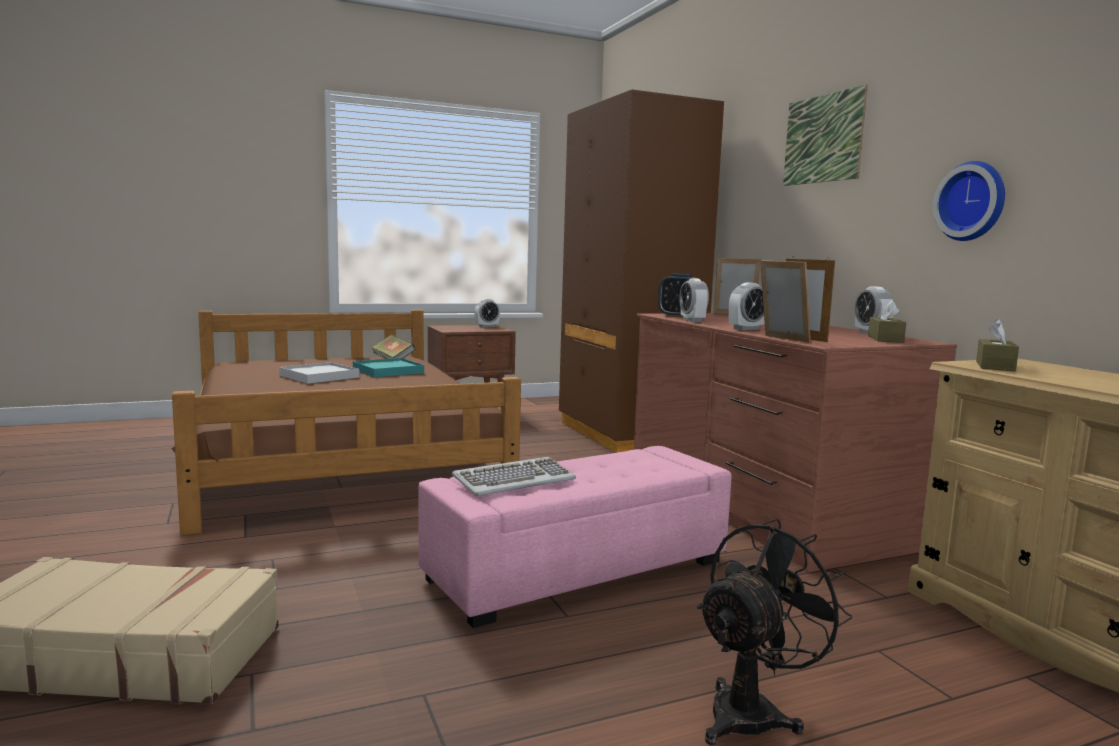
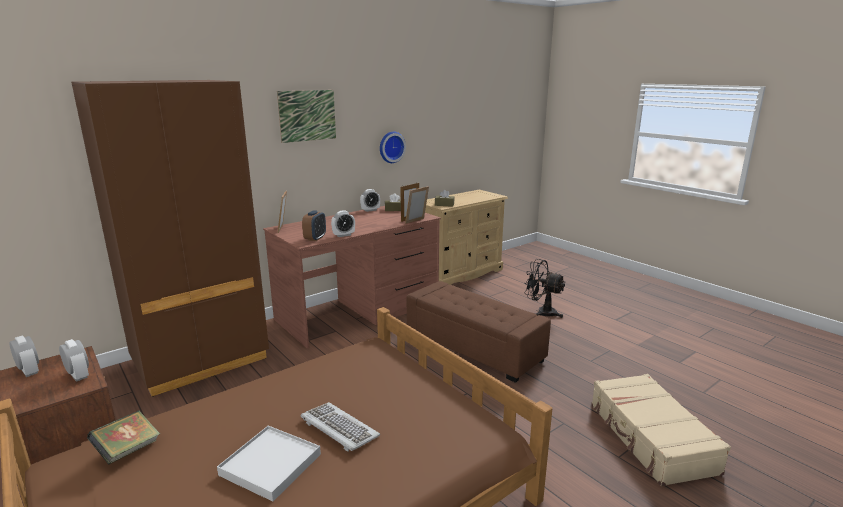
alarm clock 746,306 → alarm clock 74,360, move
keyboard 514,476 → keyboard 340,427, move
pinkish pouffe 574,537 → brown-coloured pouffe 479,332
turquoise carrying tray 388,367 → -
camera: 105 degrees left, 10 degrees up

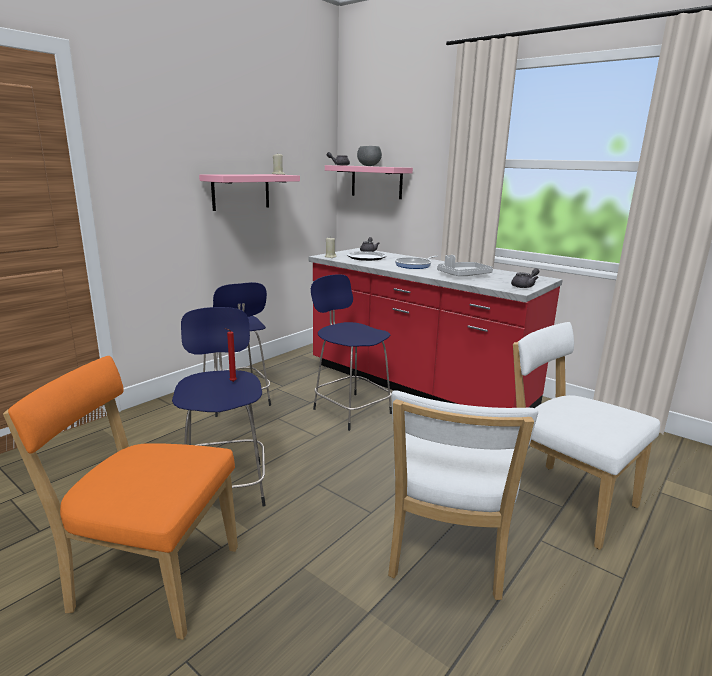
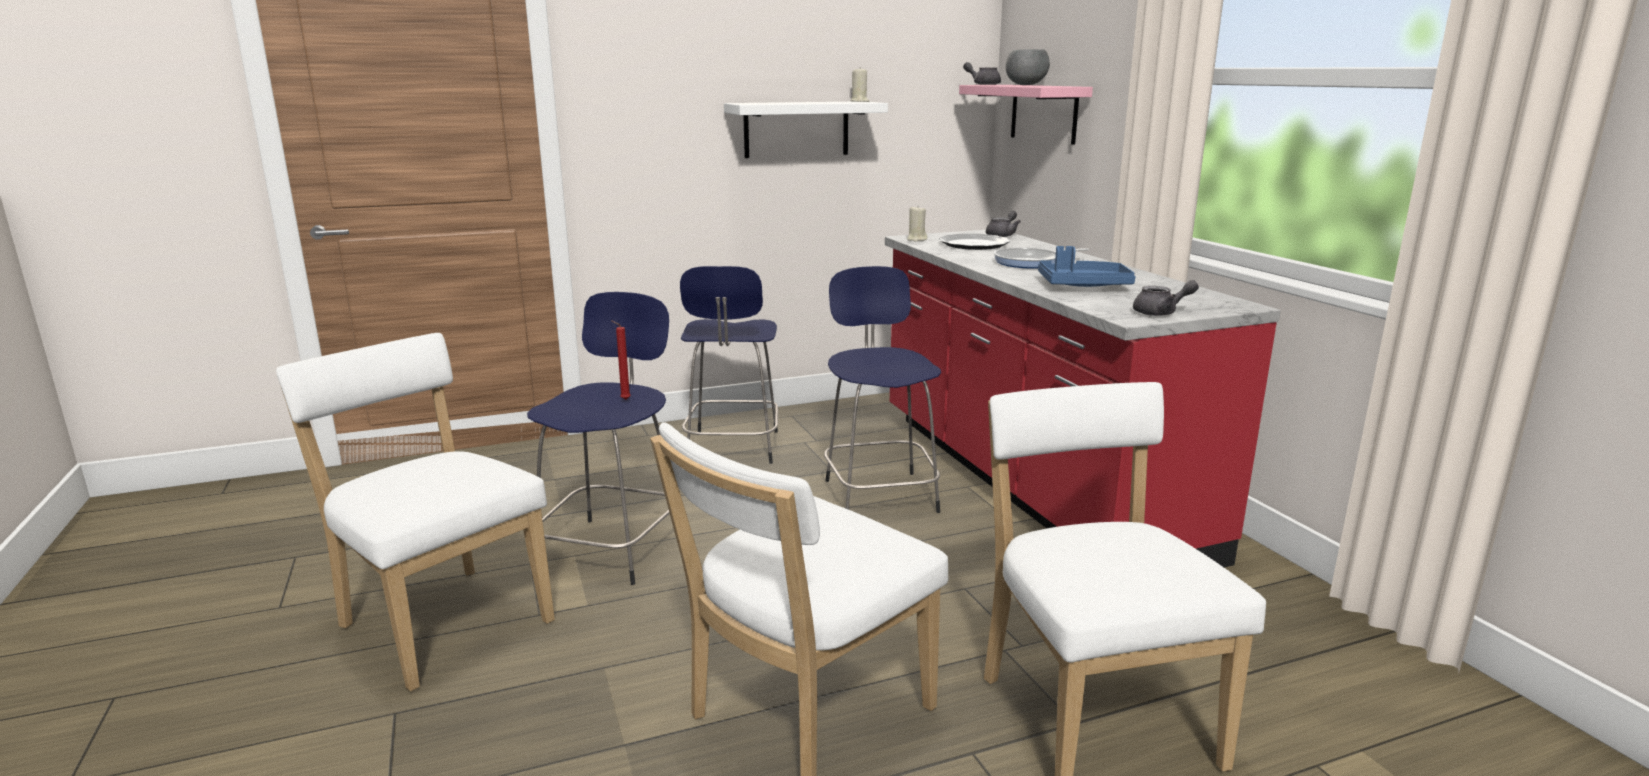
orangey plain chair 120,498 → white plain chair 415,512
pinkish wall shelf 249,192 → white wall shelf 806,130
greyish carrying tray 465,265 → blue carrying tray 1087,266
camera: 30 degrees right, 0 degrees up

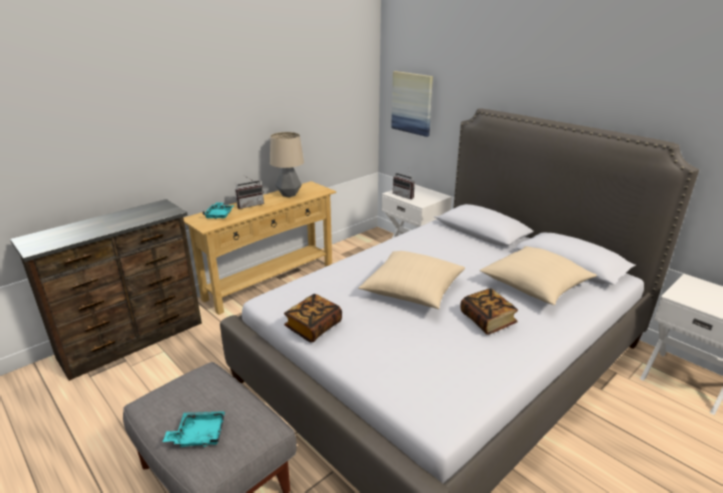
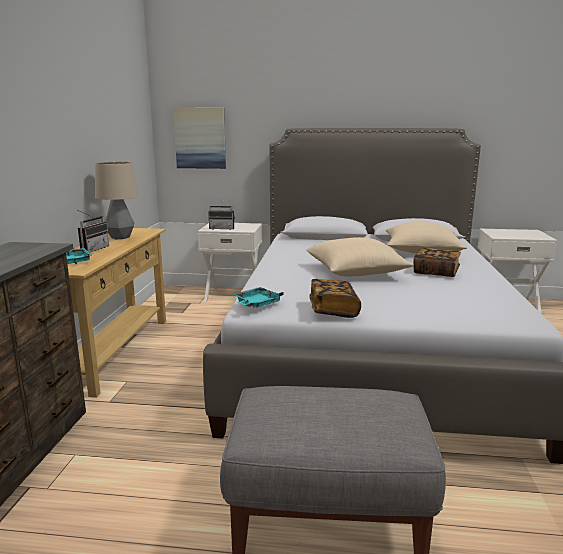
turquoise carrying tray 194,429 → turquoise carrying tray 258,297, move
camera: 40 degrees left, 10 degrees down

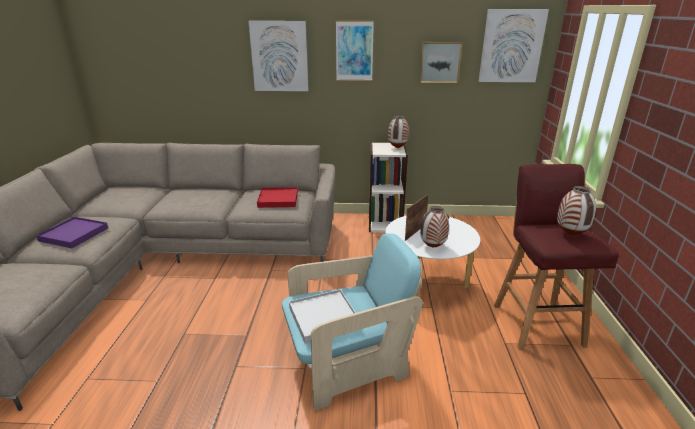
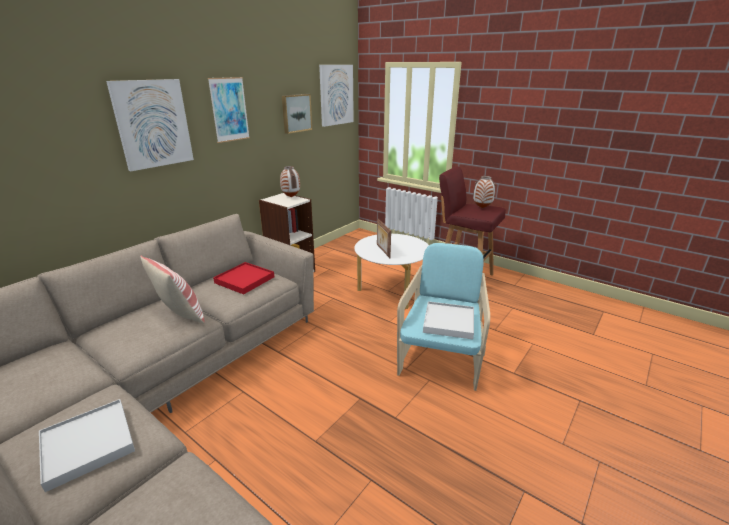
purplish carrying tray 72,232 → white carrying tray 87,445
- → pillow 172,290
vase 434,226 → -
camera: 55 degrees left, 0 degrees up

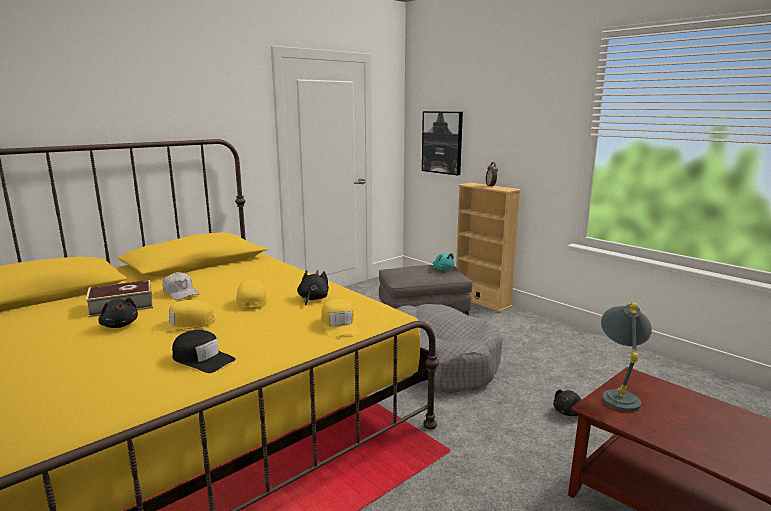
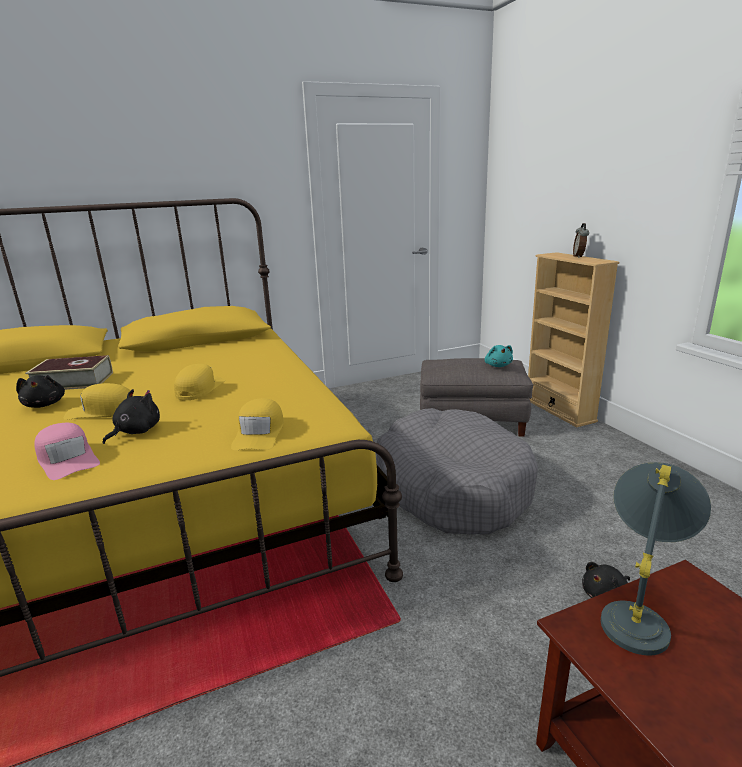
black-coloured cap 204,351 → pinkish cap 67,451
black-coloured cuddly toy 313,288 → black-coloured cuddly toy 131,416, move
white cap 181,286 → -
wall art 442,143 → -
camera: 20 degrees right, 5 degrees up

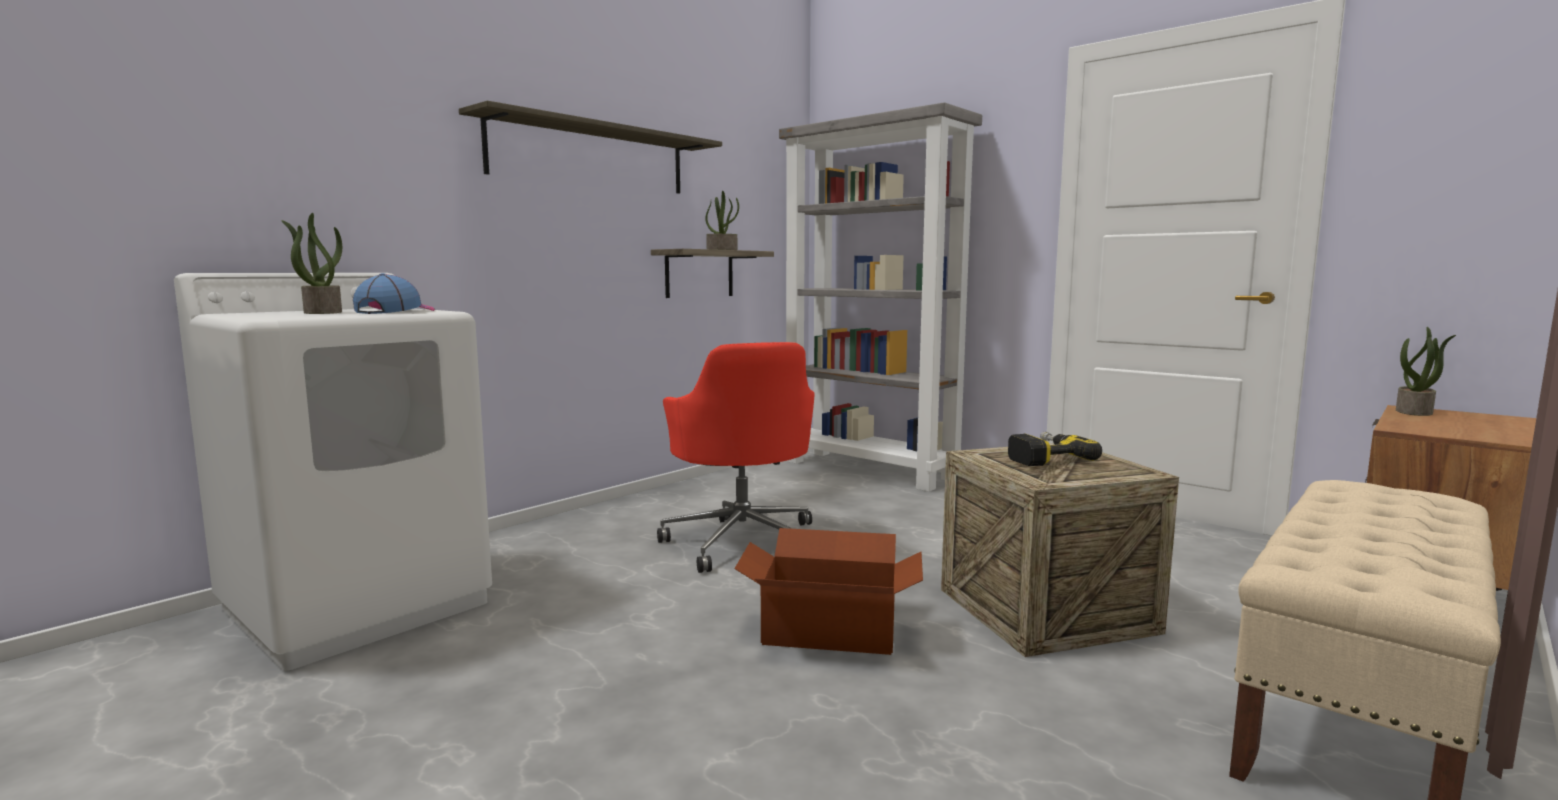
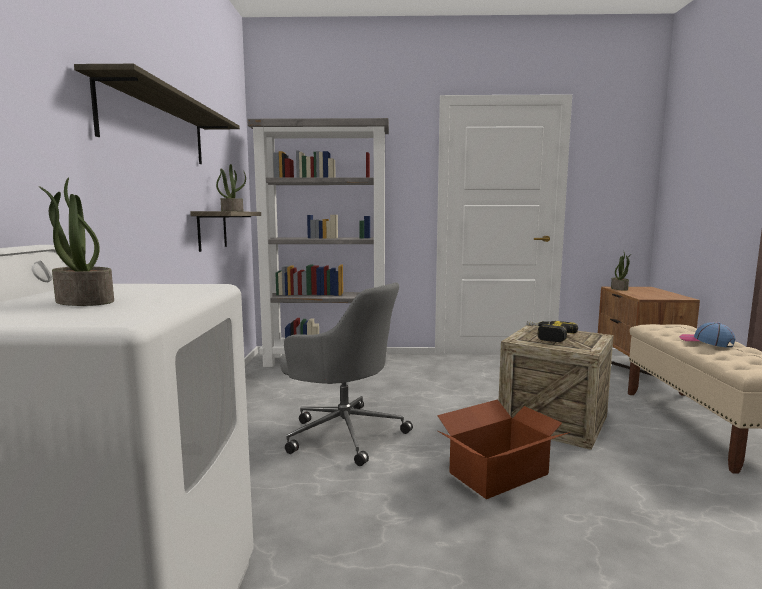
red-coloured desk chair 736,457 → greyish desk chair 346,374
cap 394,293 → cap 707,334, move
camera: 40 degrees left, 0 degrees up

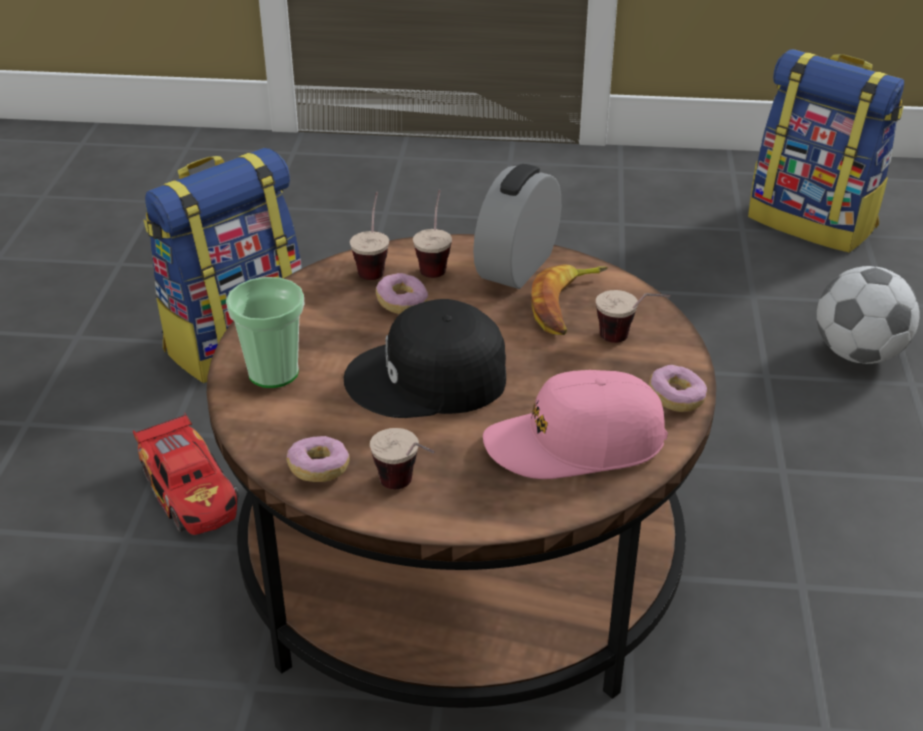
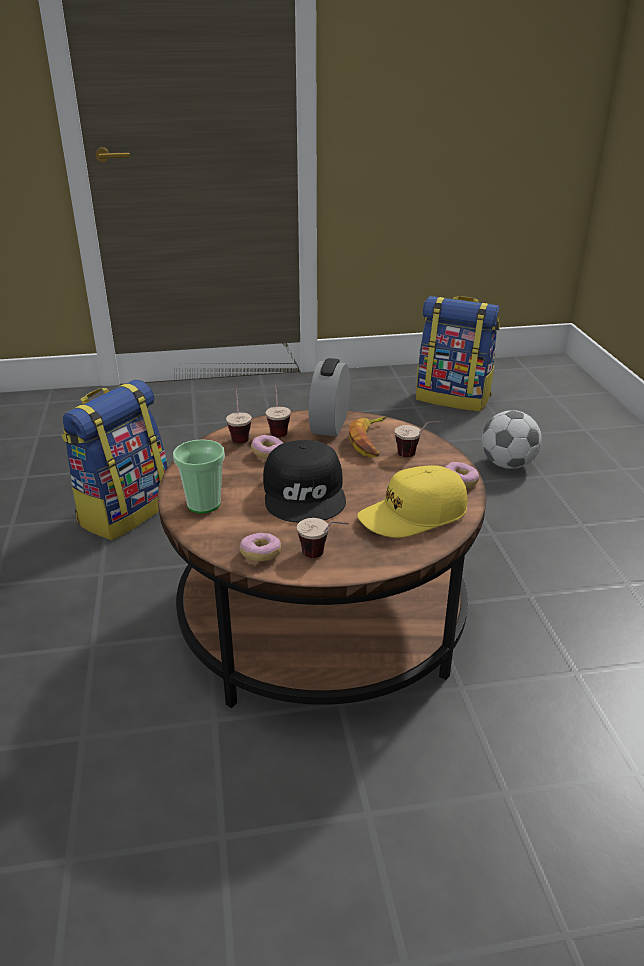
black-coloured cap 425,358 → black-coloured cap 304,481, 75 degrees counterclockwise
pinkish cap 575,424 → yellowish cap 412,501
miniature car 185,473 → -
camera: 15 degrees left, 5 degrees down

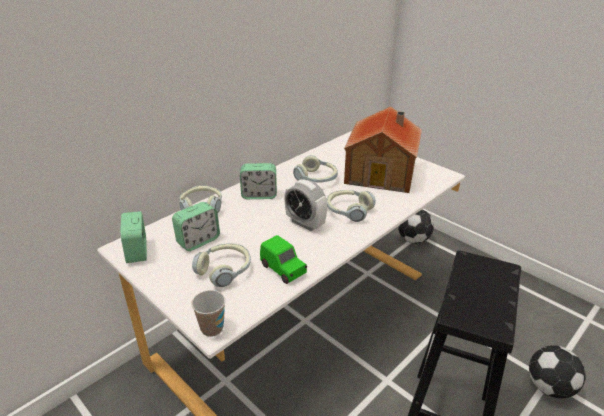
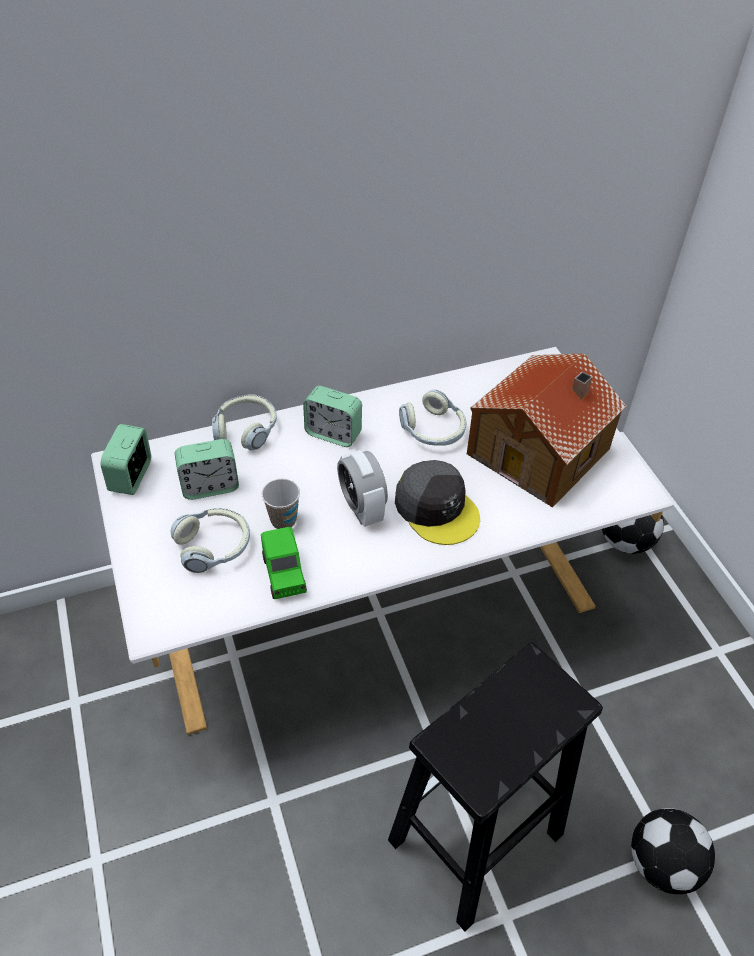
drinking cup 208,313 → drinking cup 281,504, move
headphones 351,206 → greyish cap 437,502
camera: 25 degrees right, 15 degrees up

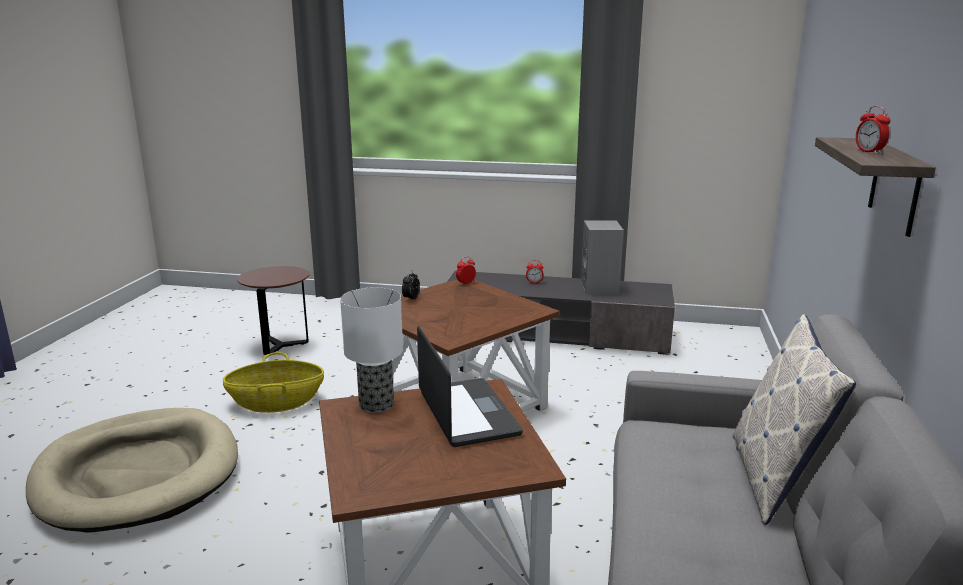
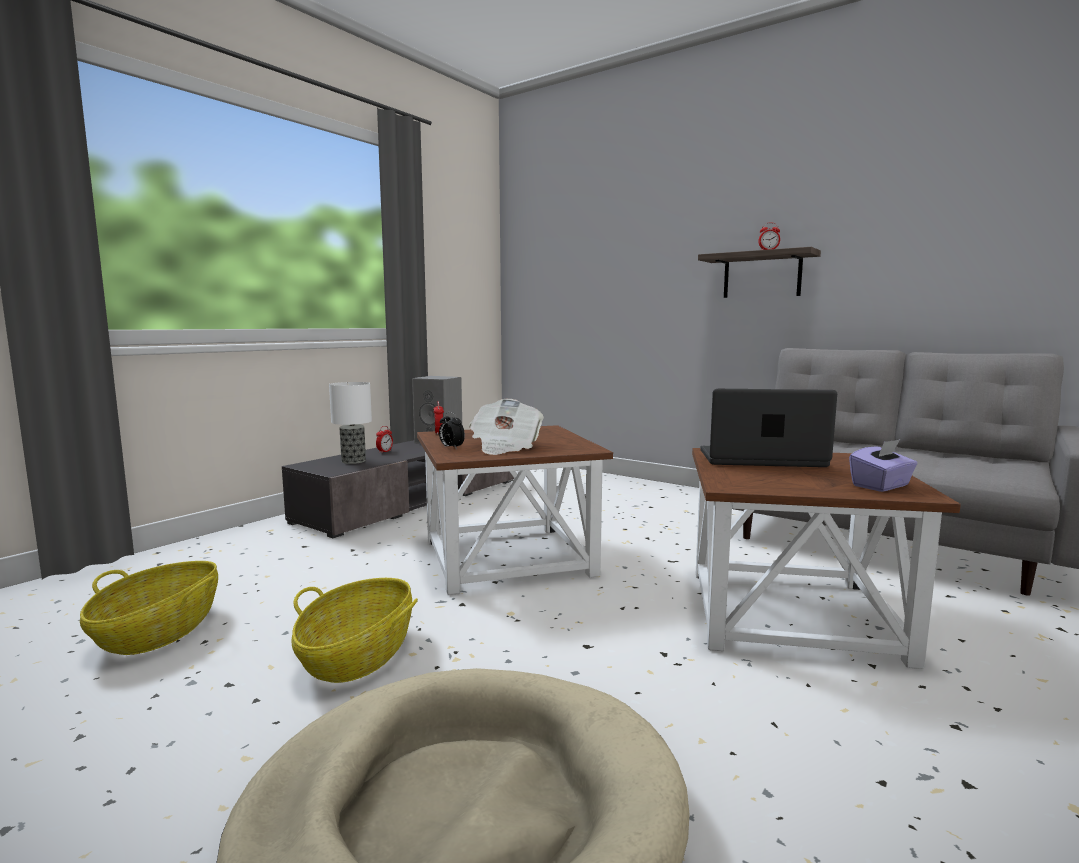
brown-coloured accent table 273,310 → household basket 149,608
table lamp 371,350 → table lamp 350,423, move
- → printed paper 506,427
- → purplish box of tissues 883,465
pillow 794,419 → -
camera: 65 degrees left, 10 degrees down

